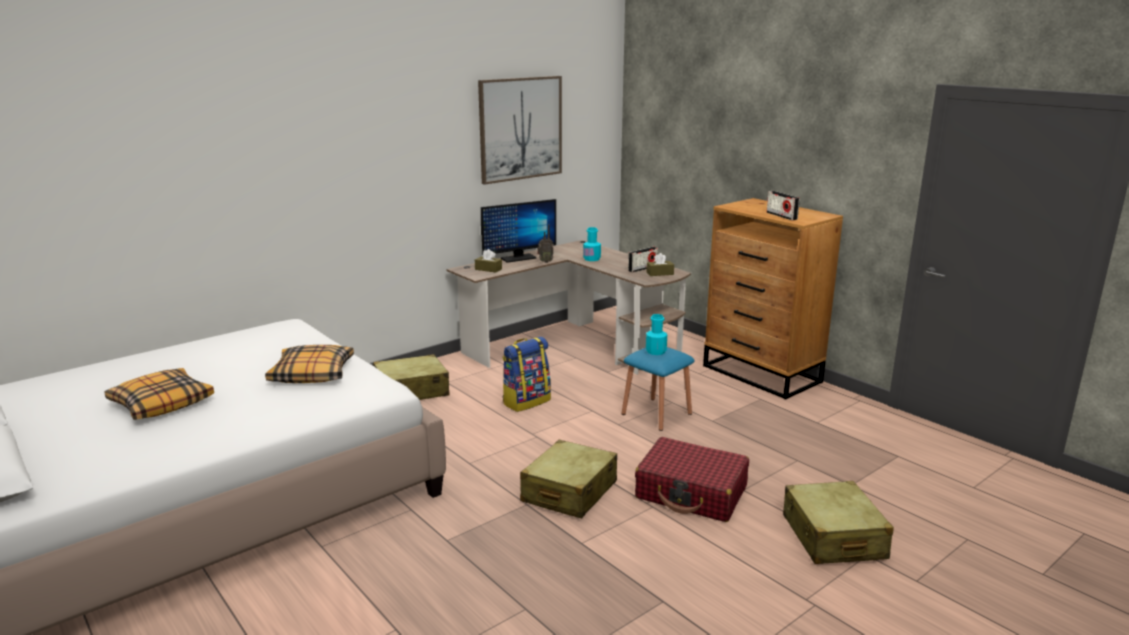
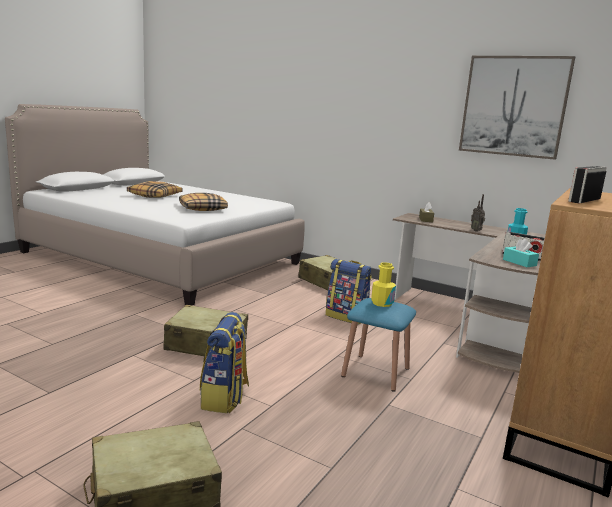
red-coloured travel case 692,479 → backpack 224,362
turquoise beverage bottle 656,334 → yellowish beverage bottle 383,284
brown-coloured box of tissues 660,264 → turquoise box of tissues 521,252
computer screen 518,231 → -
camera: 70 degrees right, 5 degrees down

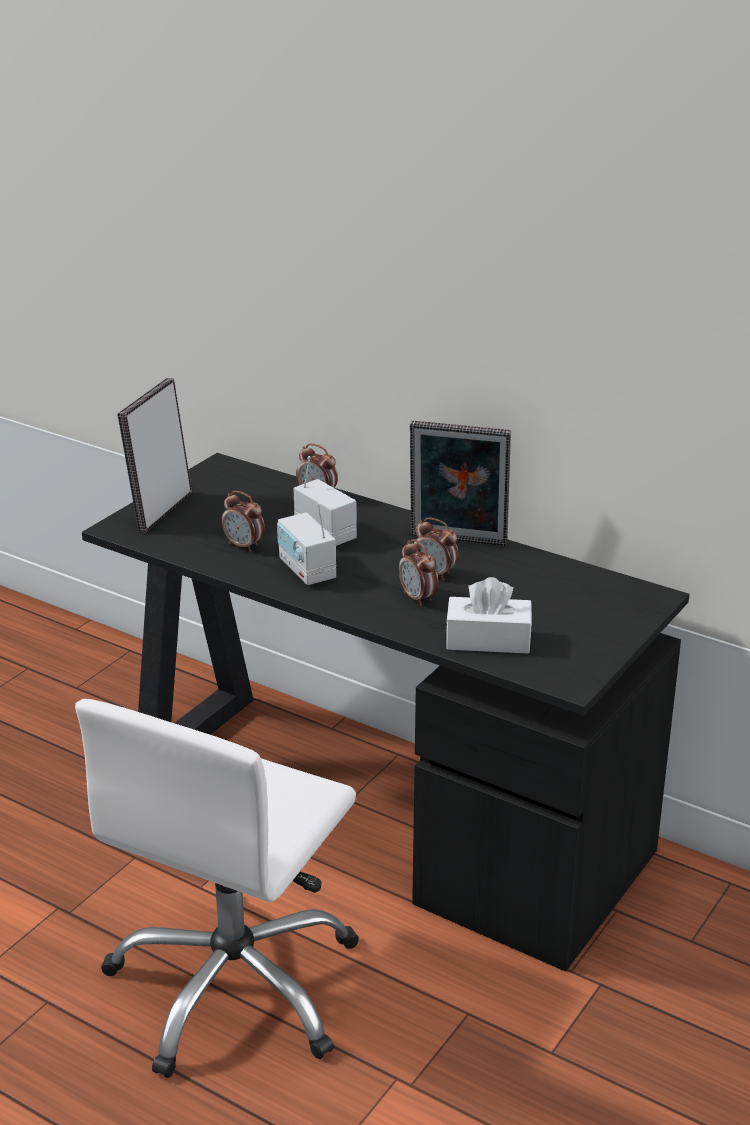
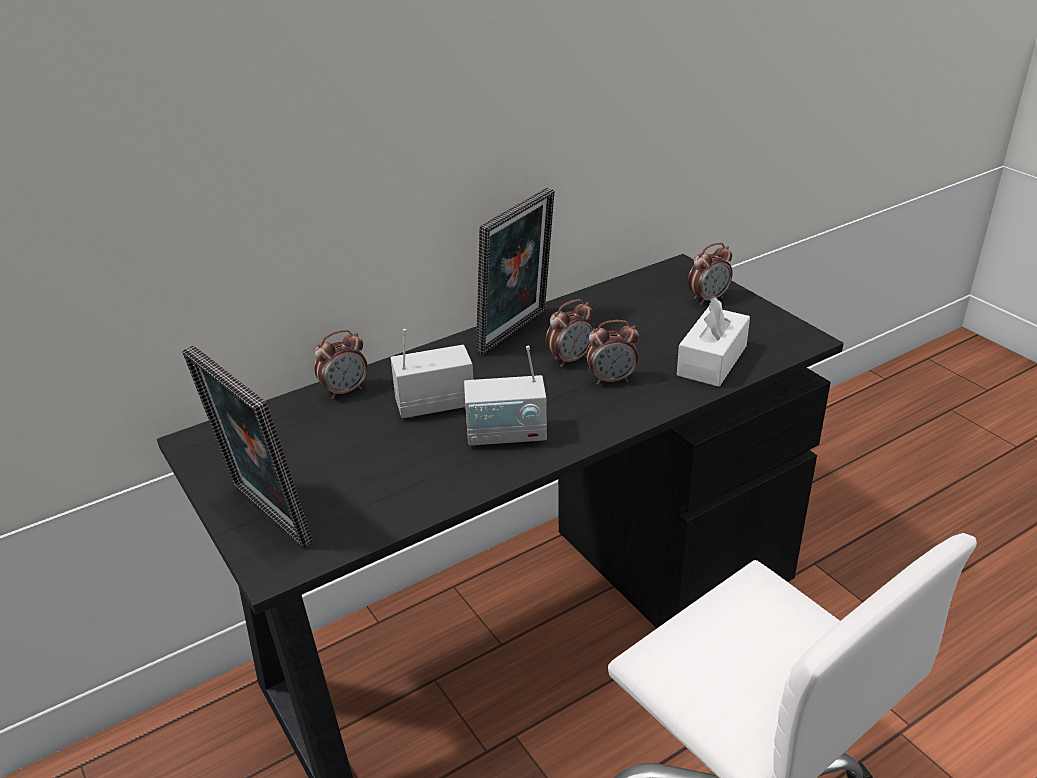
alarm clock 243,521 → alarm clock 710,274, move
camera: 65 degrees left, 5 degrees up

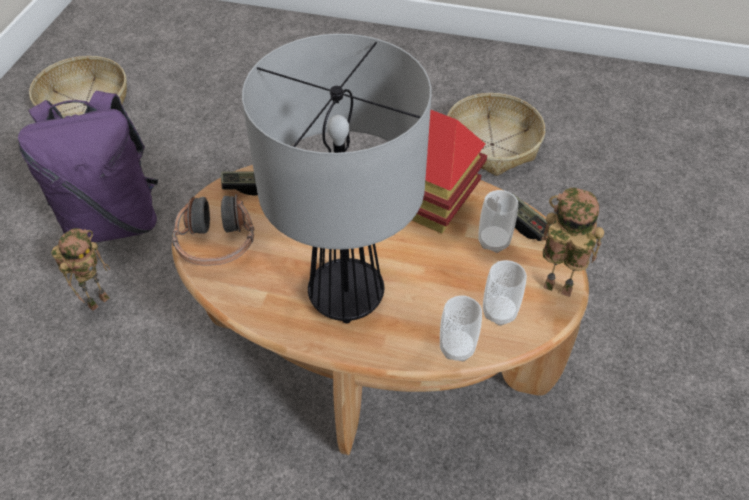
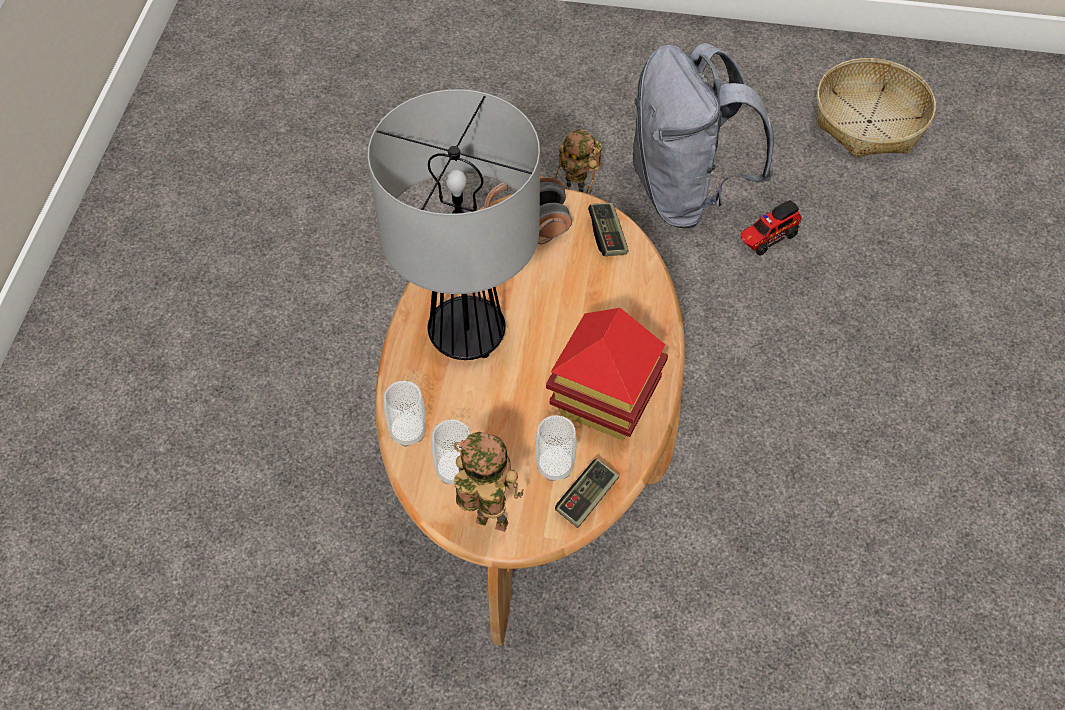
toy robot 573,242 → toy robot 488,482, 90 degrees counterclockwise
purplish backpack 88,167 → greyish backpack 702,135
- → toy truck 771,228
household basket 496,134 → -
camera: 85 degrees right, 5 degrees up

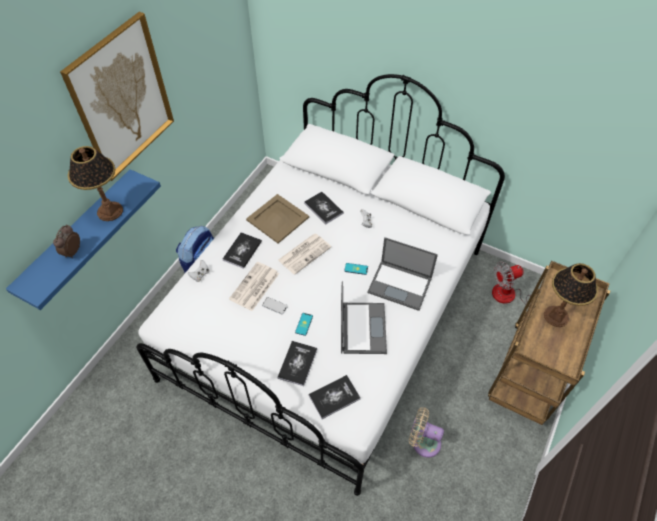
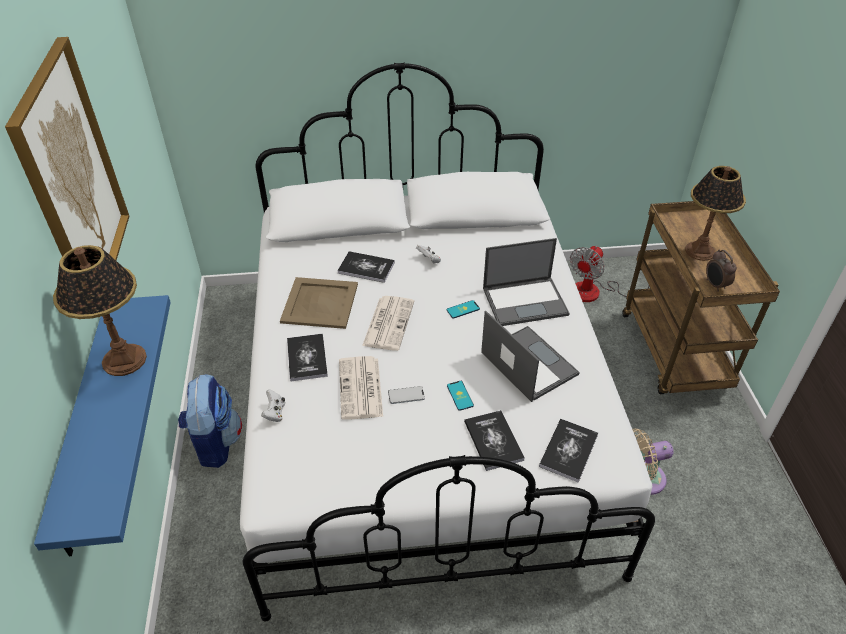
alarm clock 66,241 → alarm clock 721,270, move
camera: 35 degrees left, 10 degrees down

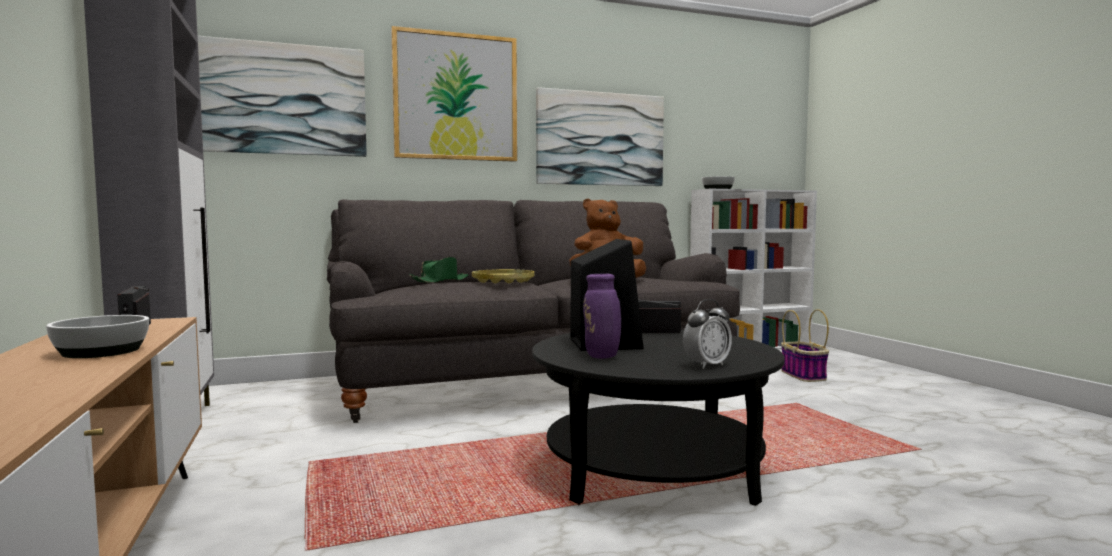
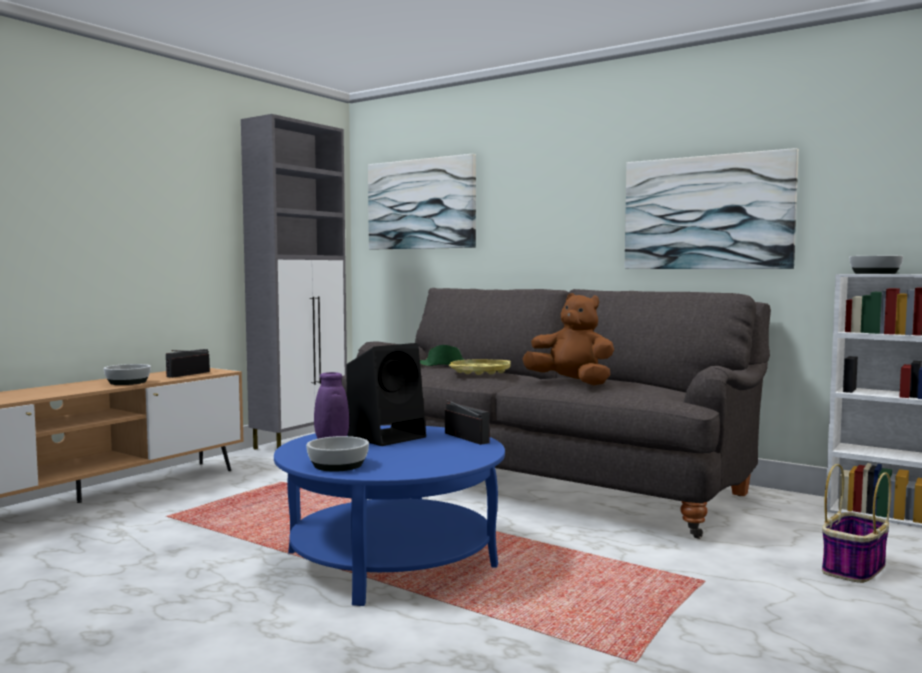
black-coloured lounge table 658,418 → blue lounge table 389,515
alarm clock 707,334 → deep dish 337,454
wall art 454,94 → -
camera: 55 degrees right, 0 degrees up

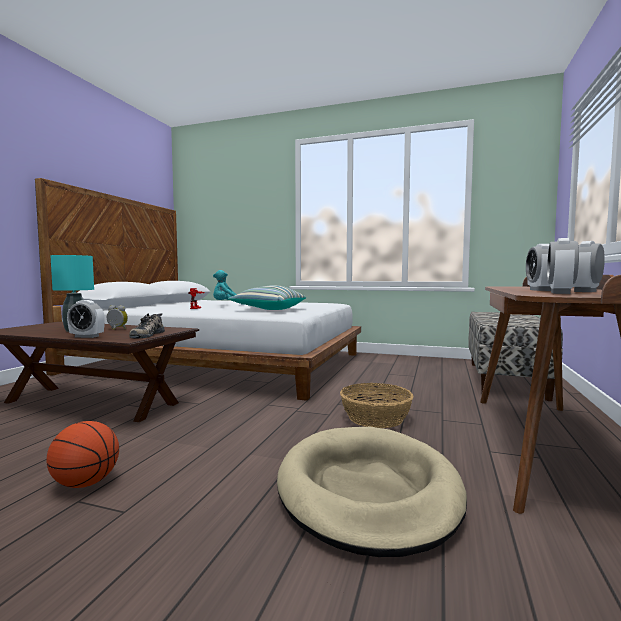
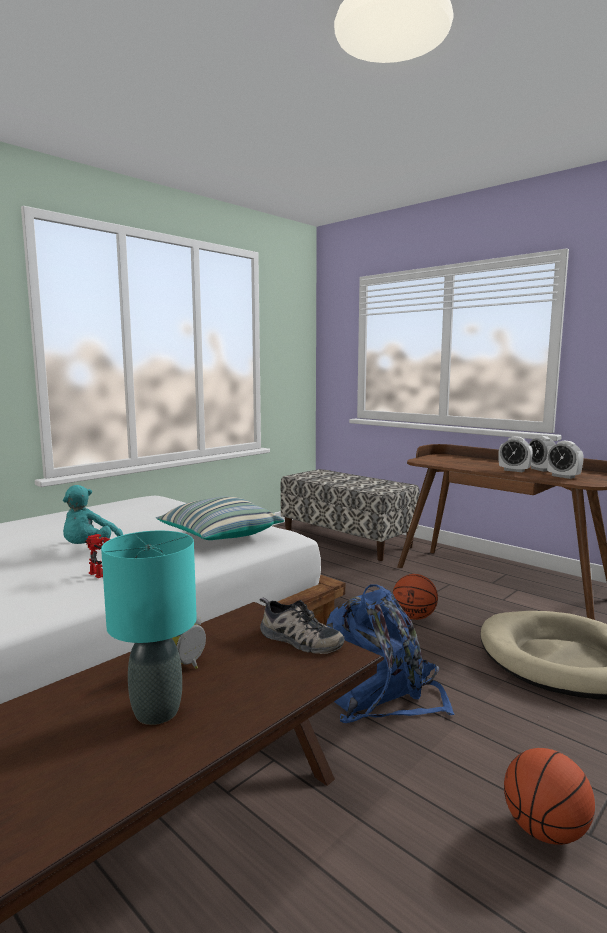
- → blue backpack 390,654
household basket 376,405 → basketball 415,597
alarm clock 86,319 → -
camera: 65 degrees left, 5 degrees up

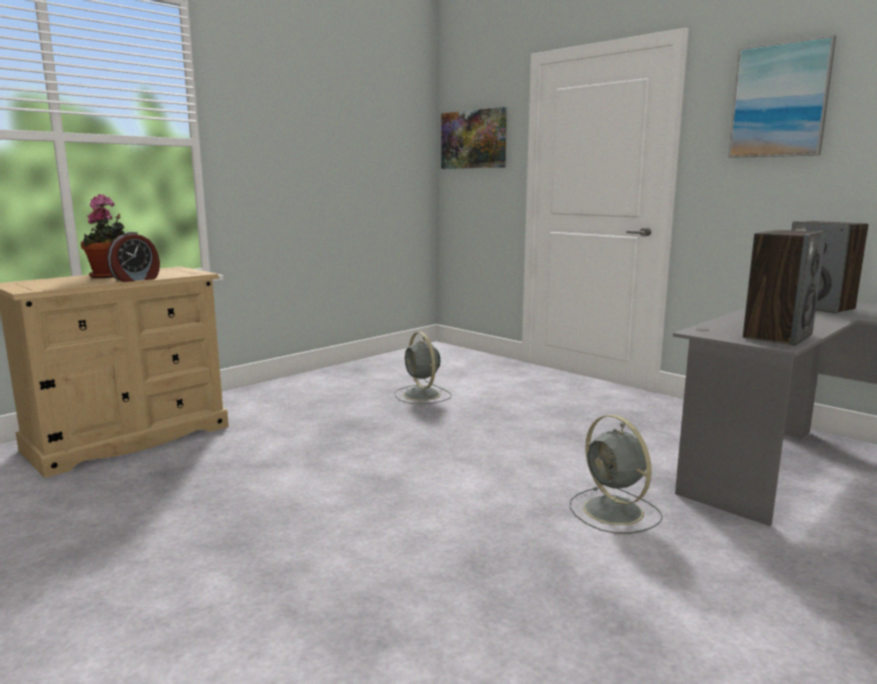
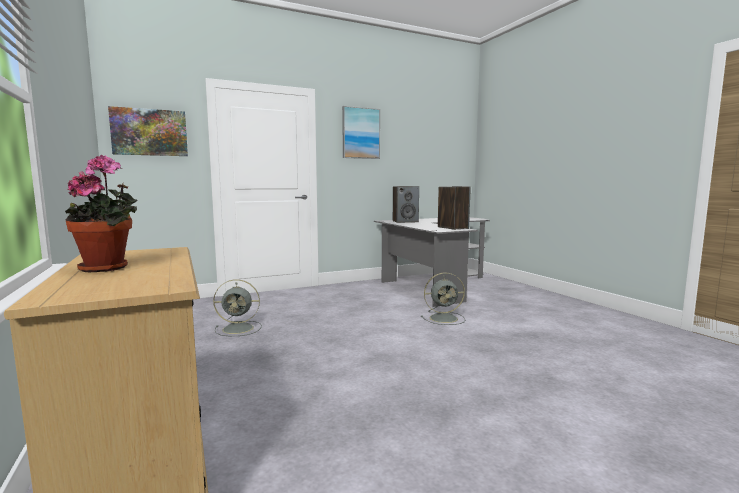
alarm clock 133,257 → -
camera: 70 degrees left, 5 degrees down

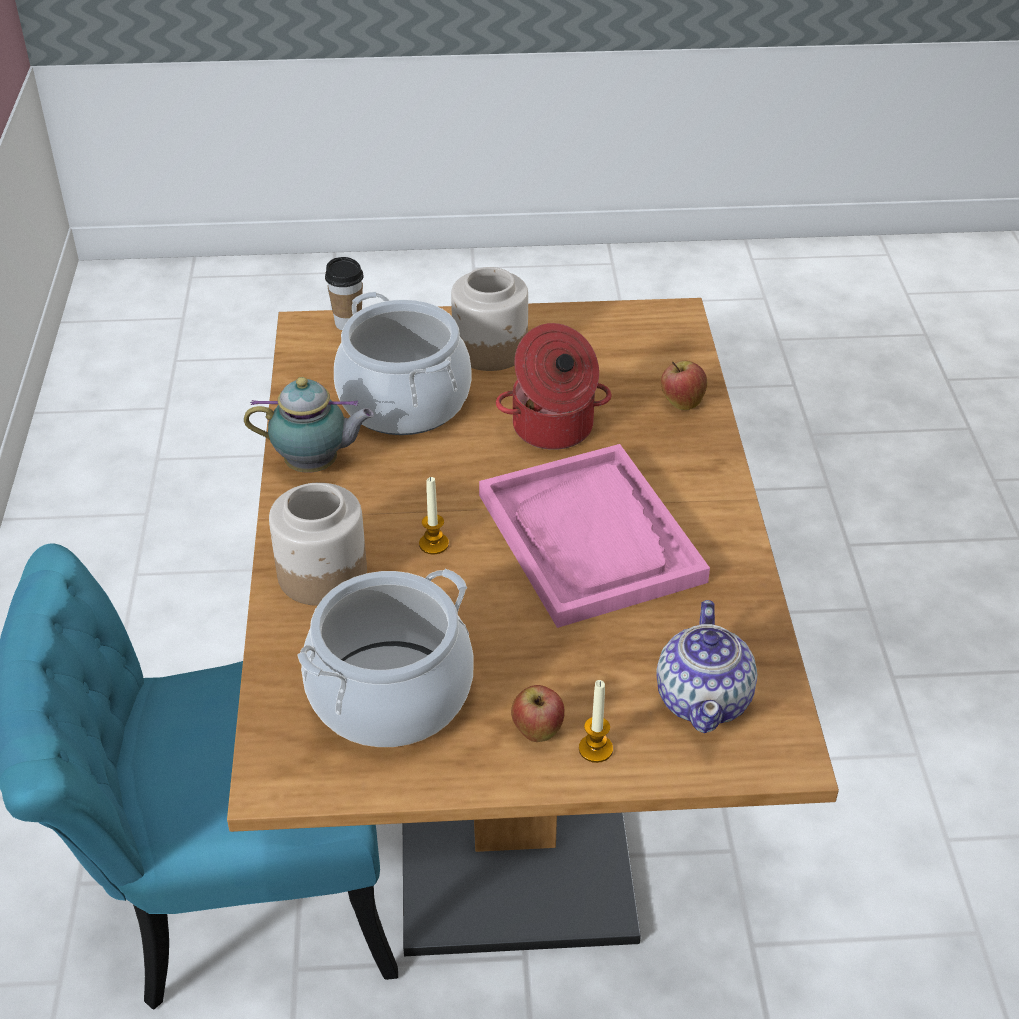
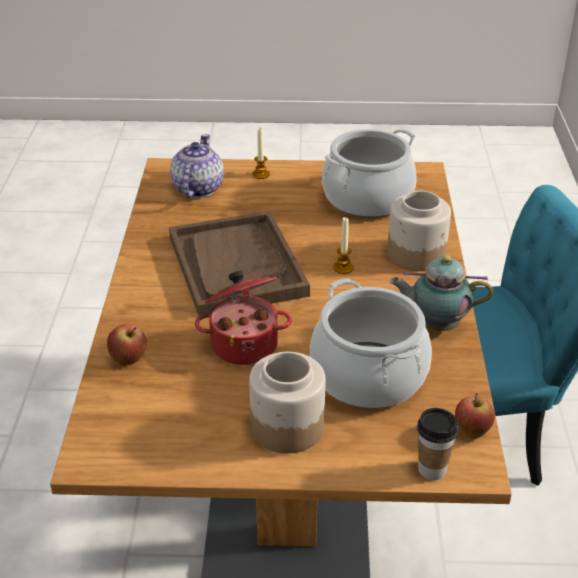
pinkish carrying tray 594,536 → brown-coloured carrying tray 239,263
whole apple 538,713 → whole apple 475,416, move
camera: 175 degrees left, 5 degrees down

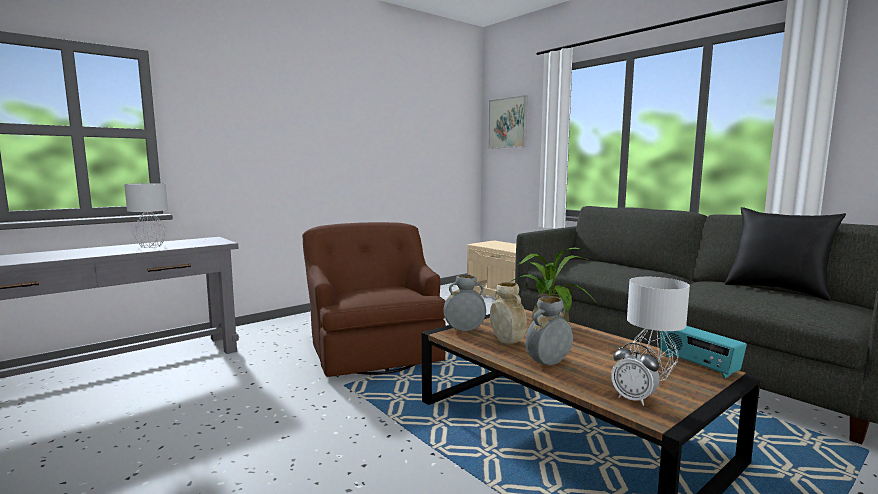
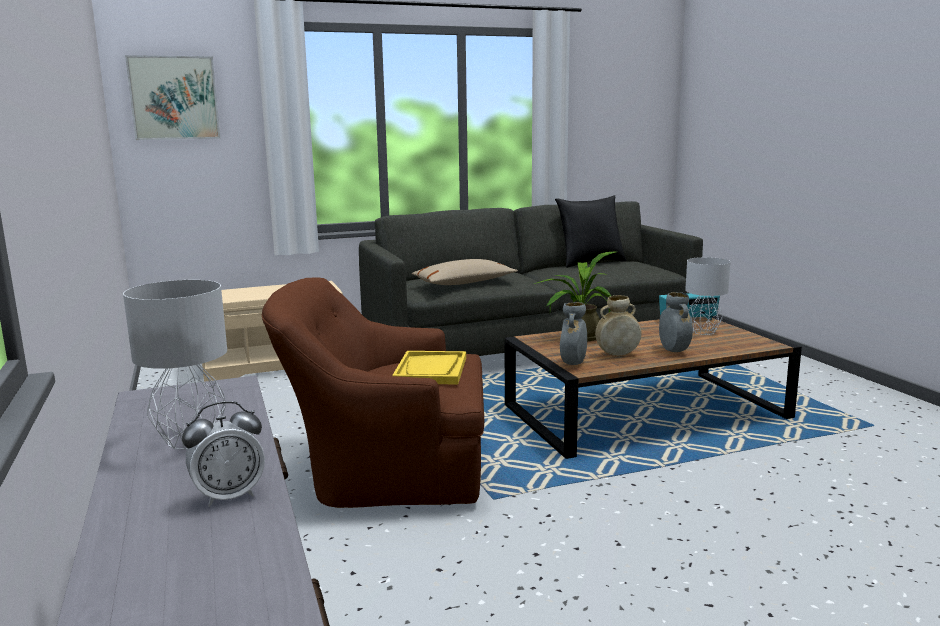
alarm clock 635,374 → alarm clock 223,454, move
- → yellowish carrying tray 429,368
- → sand-coloured pillow 464,272
camera: 70 degrees left, 5 degrees up

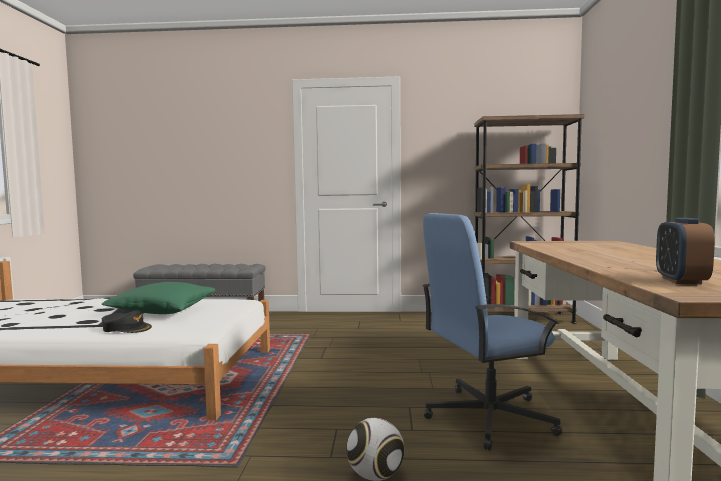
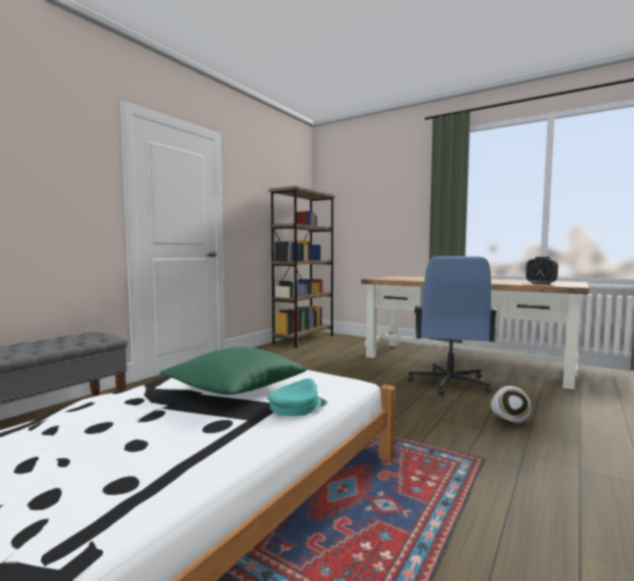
black-coloured cap 127,321 → turquoise cap 297,397
camera: 60 degrees left, 0 degrees up

